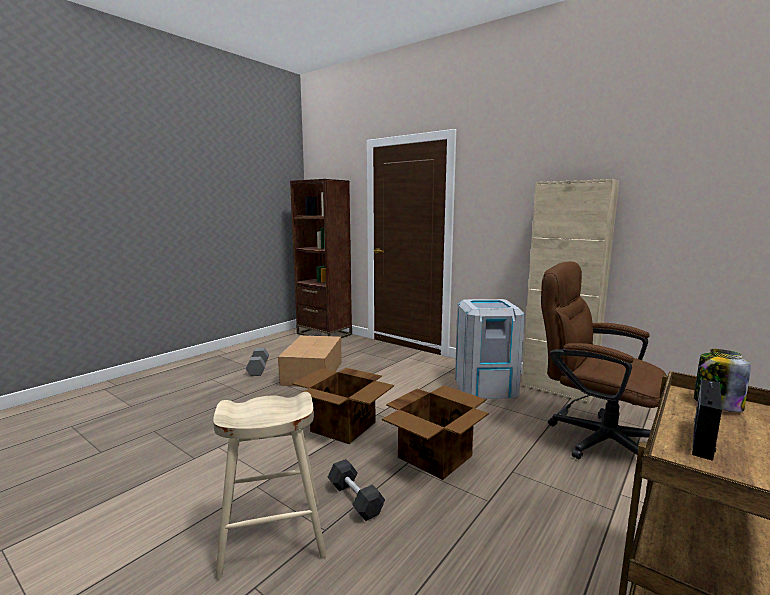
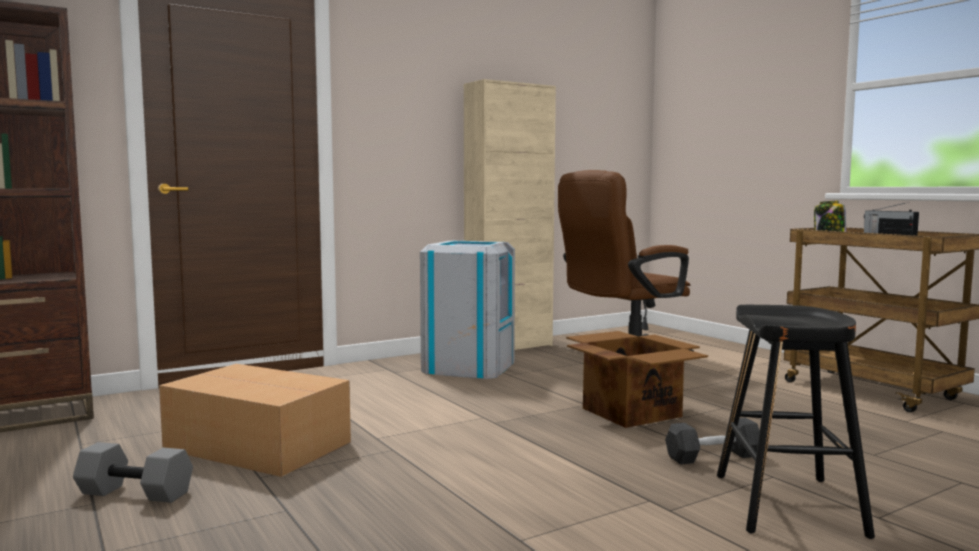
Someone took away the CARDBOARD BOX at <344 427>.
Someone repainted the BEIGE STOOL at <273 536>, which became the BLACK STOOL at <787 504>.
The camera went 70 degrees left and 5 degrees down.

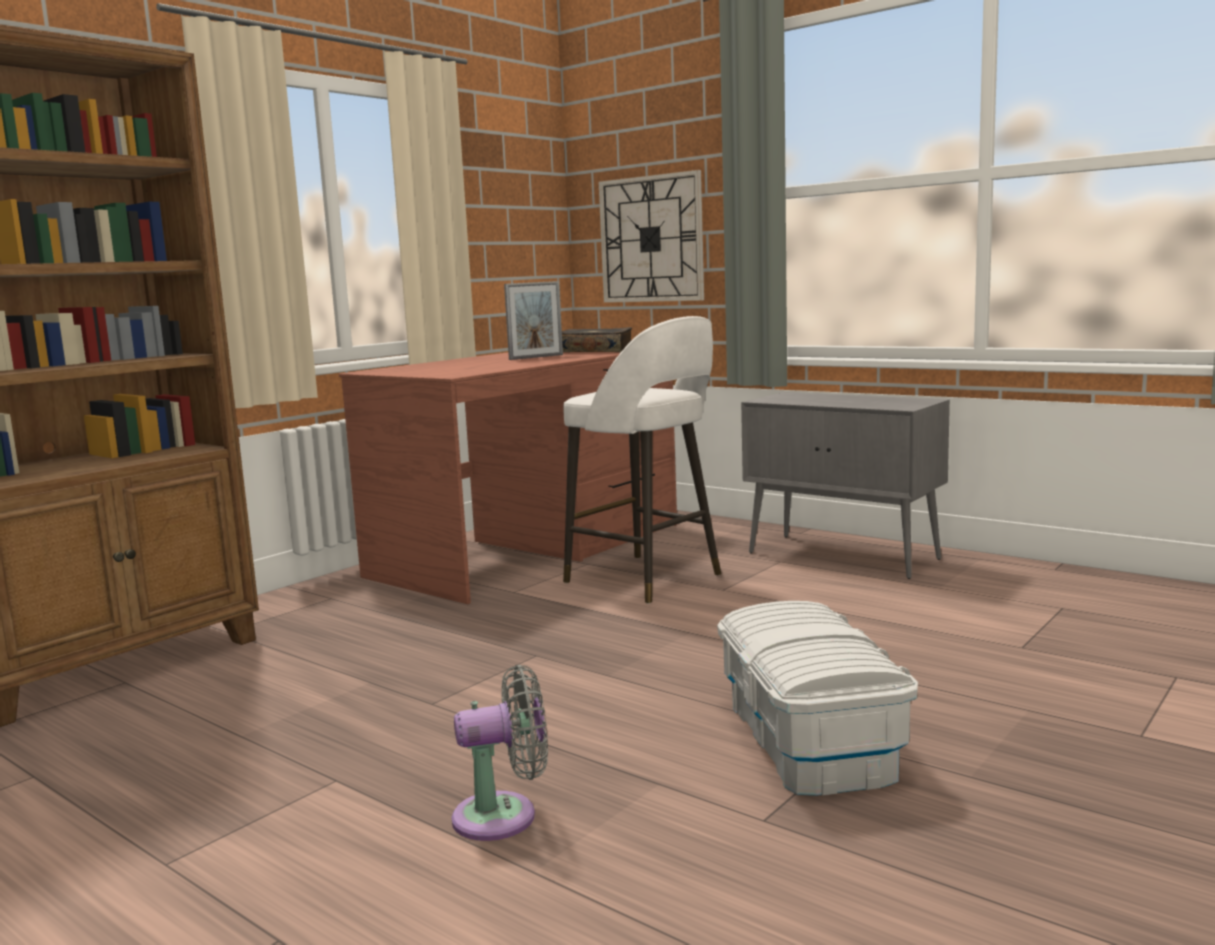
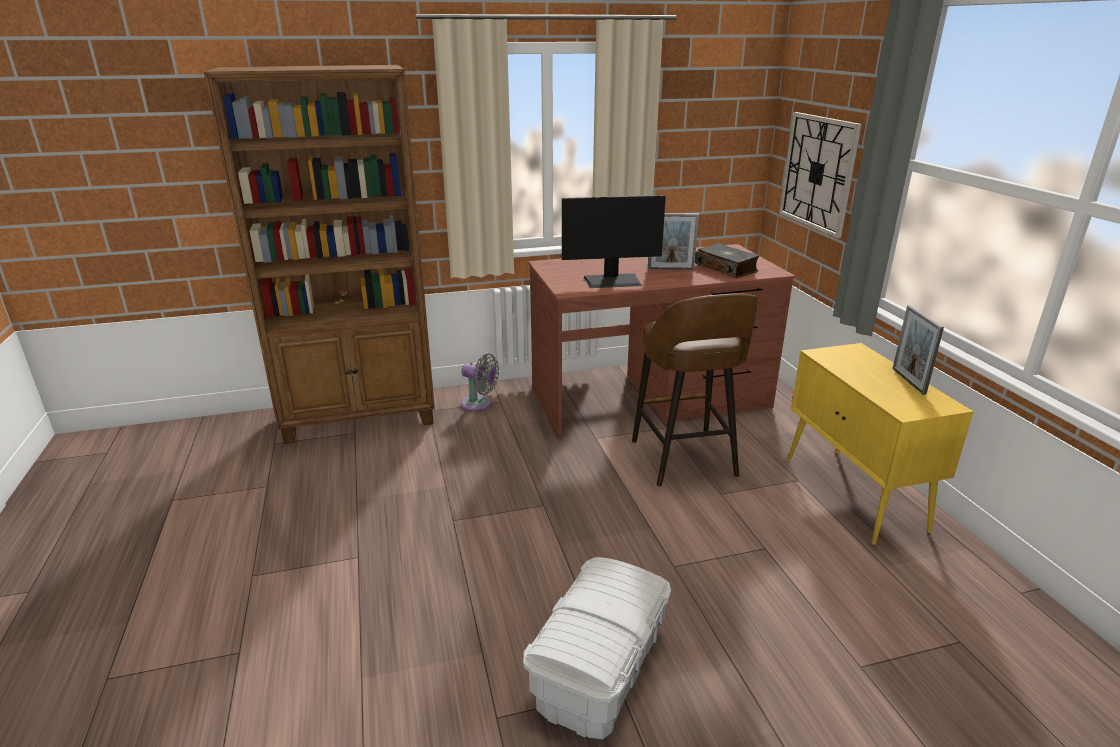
Someone repainted the WHITISH STOOL at <646 579>, which became the BROWNISH STOOL at <684 460>.
Someone repainted the GRAY CUPBOARD at <844 556>, which became the YELLOW-COLOURED CUPBOARD at <854 495>.
Someone carried the GRAY COOLING FAN from <504 816> to <479 404>.
Someone put down the COMPUTER DISPLAY at <613 281>.
Someone put down the STANDING FRAME at <908 381>.
The camera went 35 degrees right and 15 degrees up.

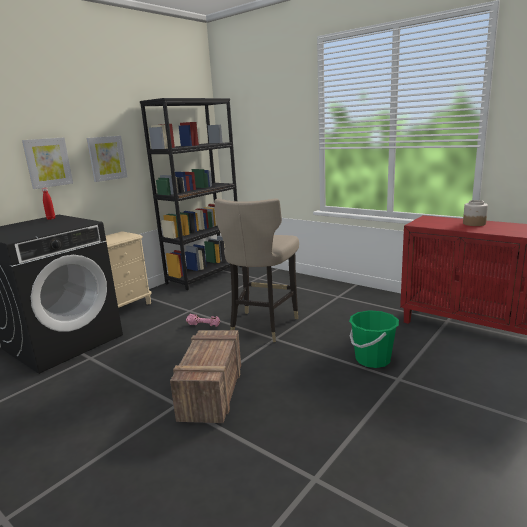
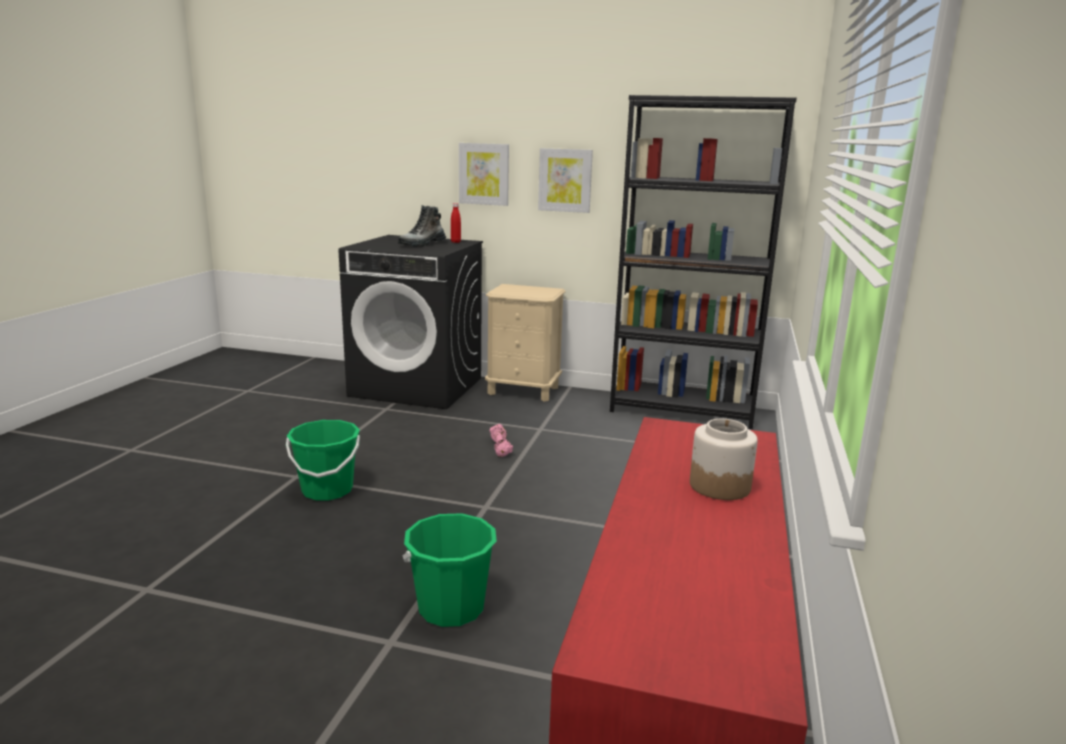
Someone took away the BEIGE STOOL at <262 325>.
Someone swapped the CRATE at <211 391> for the GREEN WATER BUCKET at <327 490>.
Someone put down the HIGH-TOP BOOT at <422 244>.
The camera went 65 degrees right and 0 degrees up.

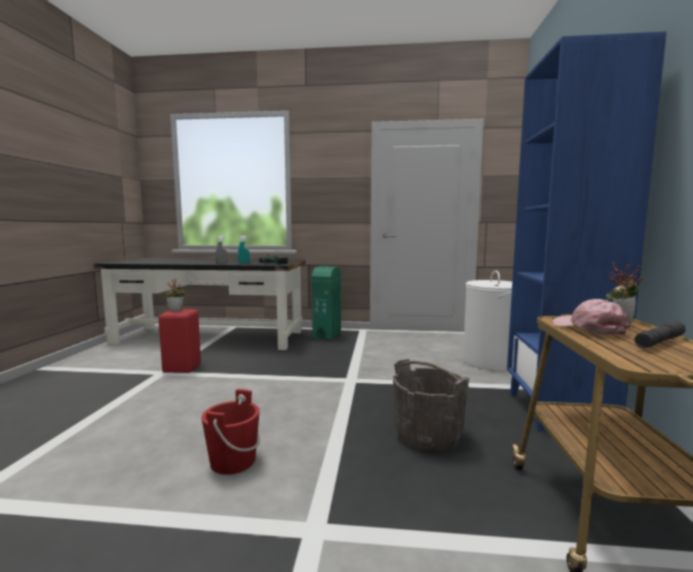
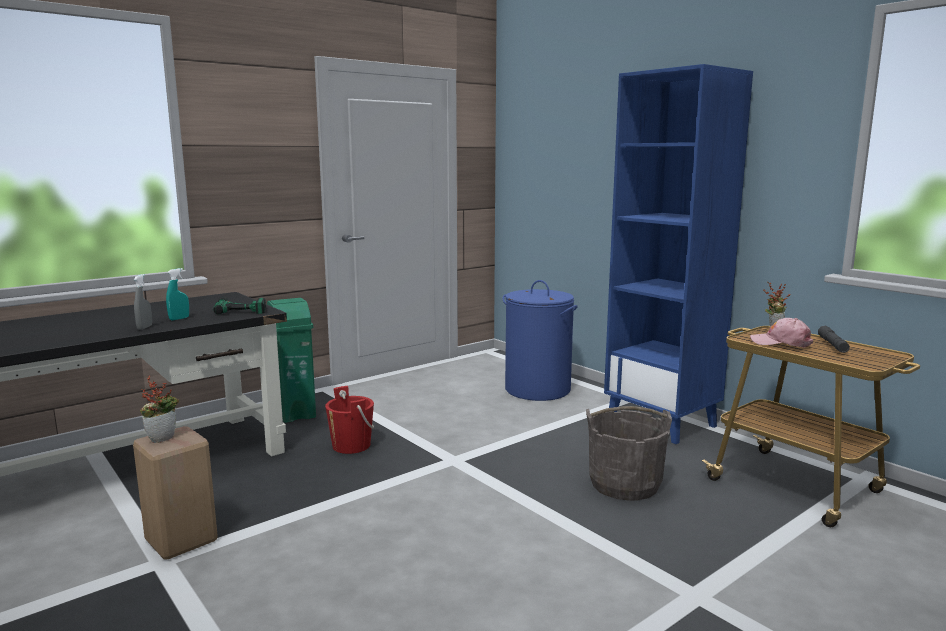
Someone repainted the WHITISH HAMPER at <490 362>, which became the BLUE HAMPER at <537 389>.
Someone repainted the RED-COLOURED STOOL at <181 368>, which became the BEIGE STOOL at <180 542>.
Someone carried the RED-COLOURED WATER BUCKET from <233 461> to <351 445>.
The camera went 45 degrees left and 5 degrees up.

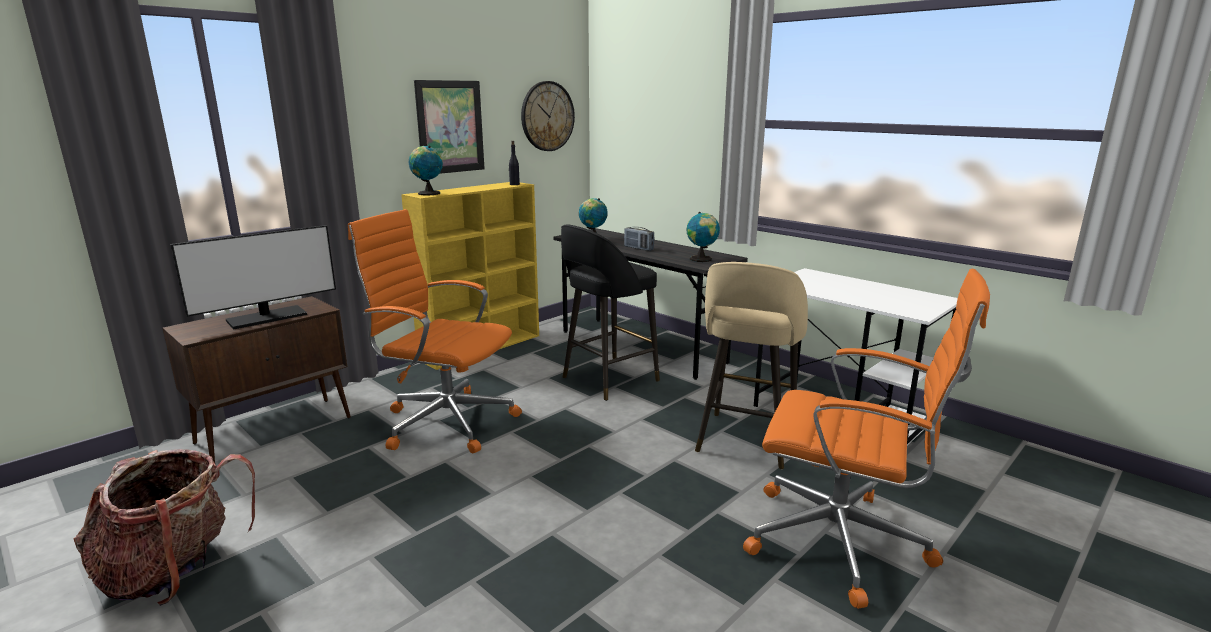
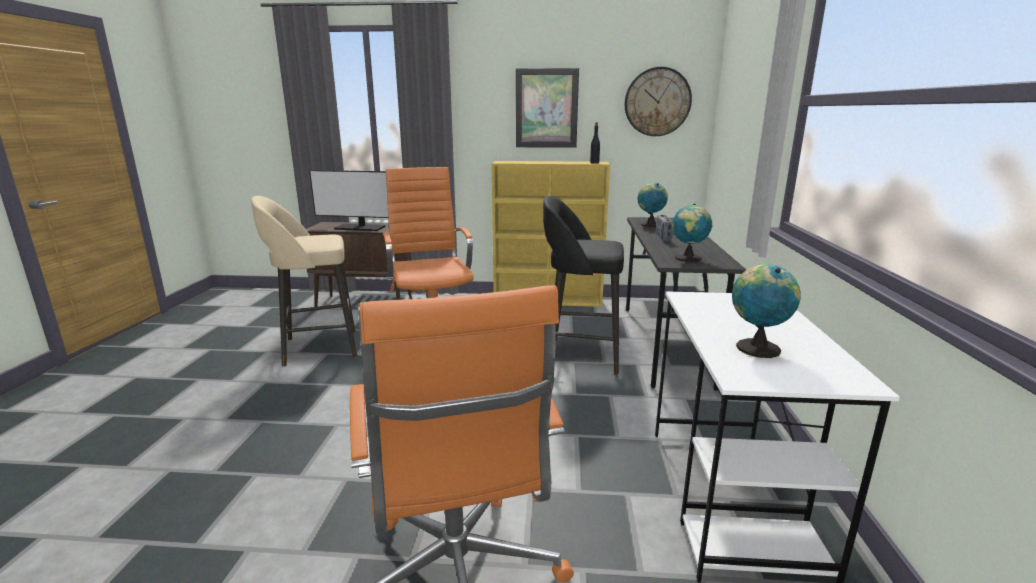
Someone carried the WORLD GLOBE from <427 193> to <756 347>.
Someone carried the BEIGE STOOL from <745 441> to <318 348>.
Someone took away the BACKPACK at <175 572>.
The camera went 50 degrees right and 0 degrees up.

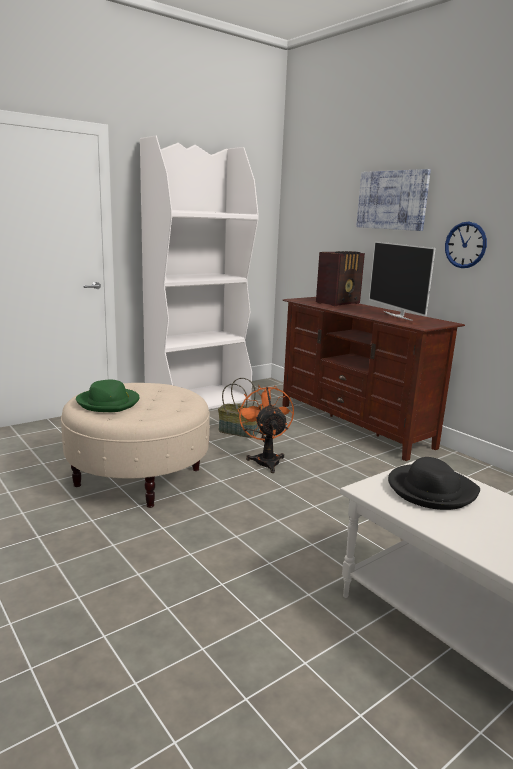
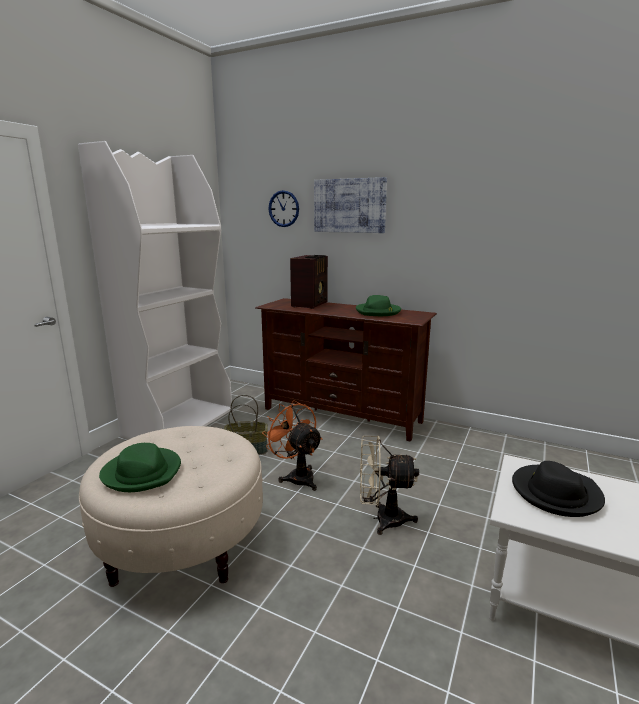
Someone carried the WALL CLOCK from <465 245> to <283 208>.
Someone swapped the TV SET at <398 316> for the GREEN HAT at <378 312>.
Someone put down the BEIGE COOLING FAN at <382 519>.
The camera went 25 degrees left and 0 degrees up.

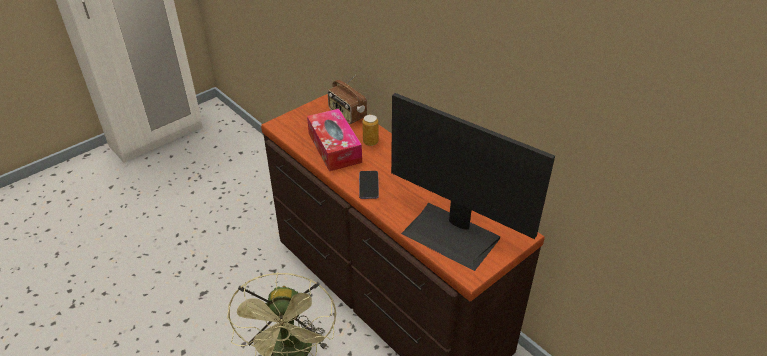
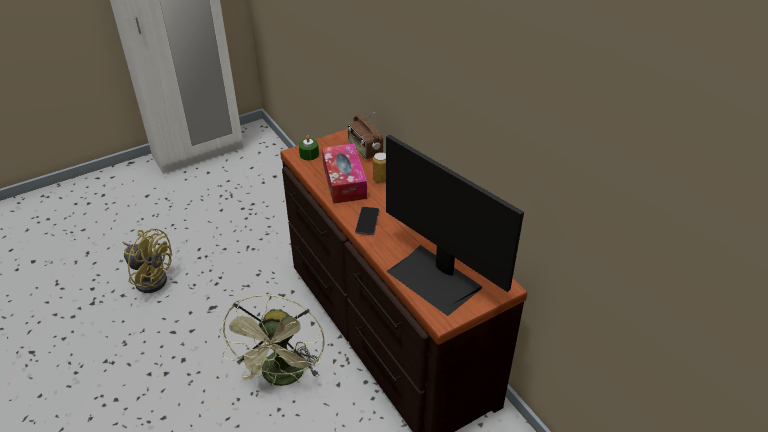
Someone put down the GREEN CANDLE at <309 154>.
Someone put down the YELLOW-COLOURED COOLING FAN at <151 277>.
The camera went 10 degrees right and 0 degrees up.

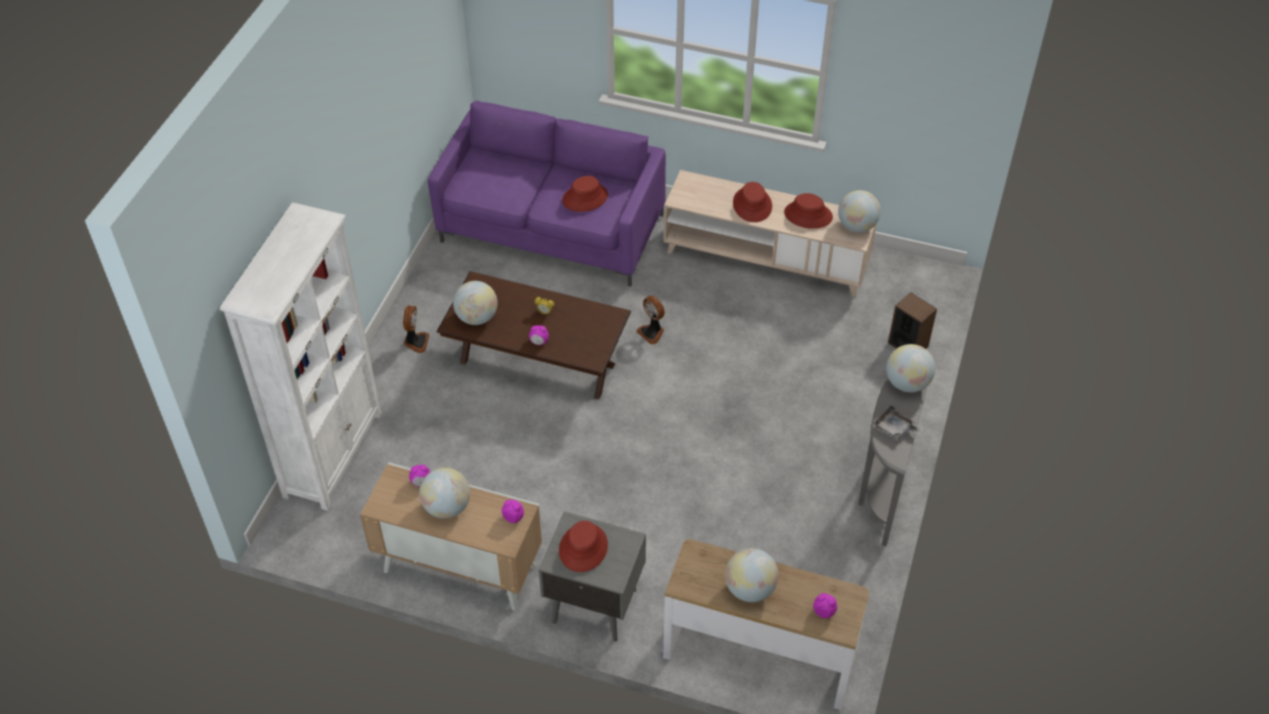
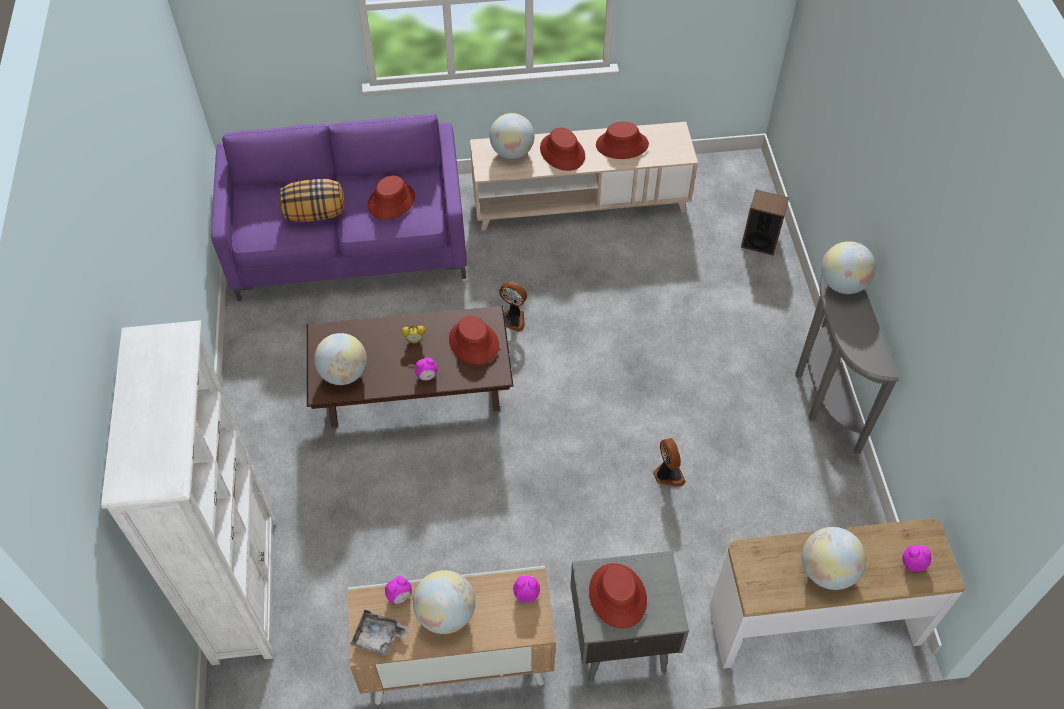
Someone carried the WORLD GLOBE from <857 226> to <512 152>.
Someone carried the COOLING FAN from <416 342> to <667 474>.
Someone carried the GRAY TRAY from <894 428> to <379 636>.
Someone put down the PILLOW at <315 213>.
Someone put down the RED-COLOURED HAT at <473 342>.
The camera went 25 degrees left and 5 degrees up.

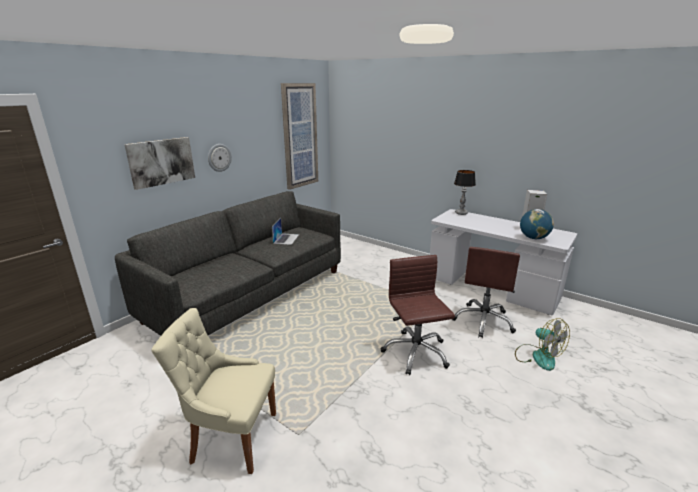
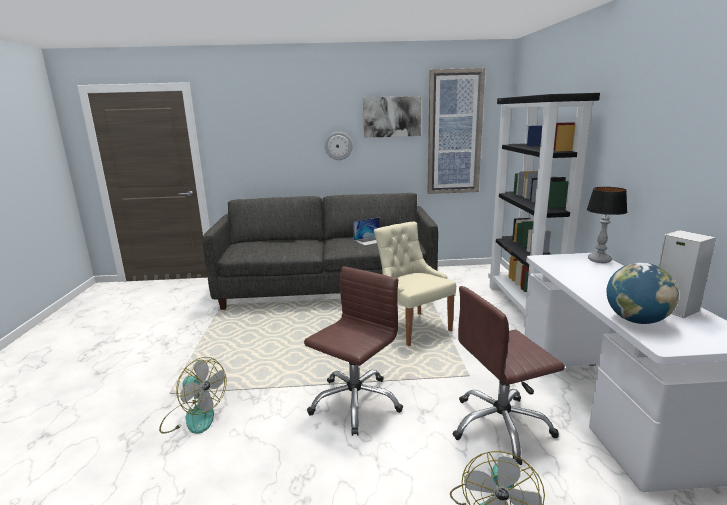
Someone carried the PICTURE from <161 162> to <392 117>.
Someone carried the BEIGE PLAIN CHAIR from <231 437> to <413 327>.
Someone put down the BLACK BOOKSHELF at <524 306>.
Someone put down the COOLING FAN at <193 416>.
The camera went 50 degrees right and 5 degrees down.

